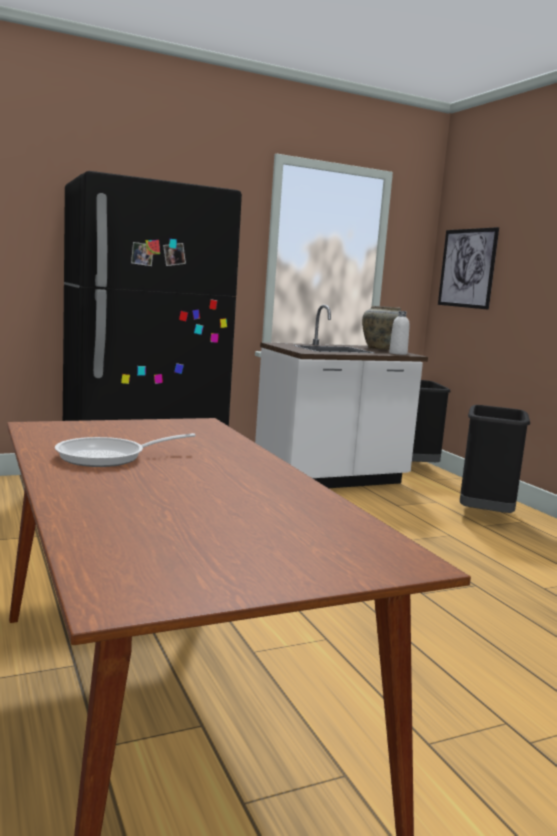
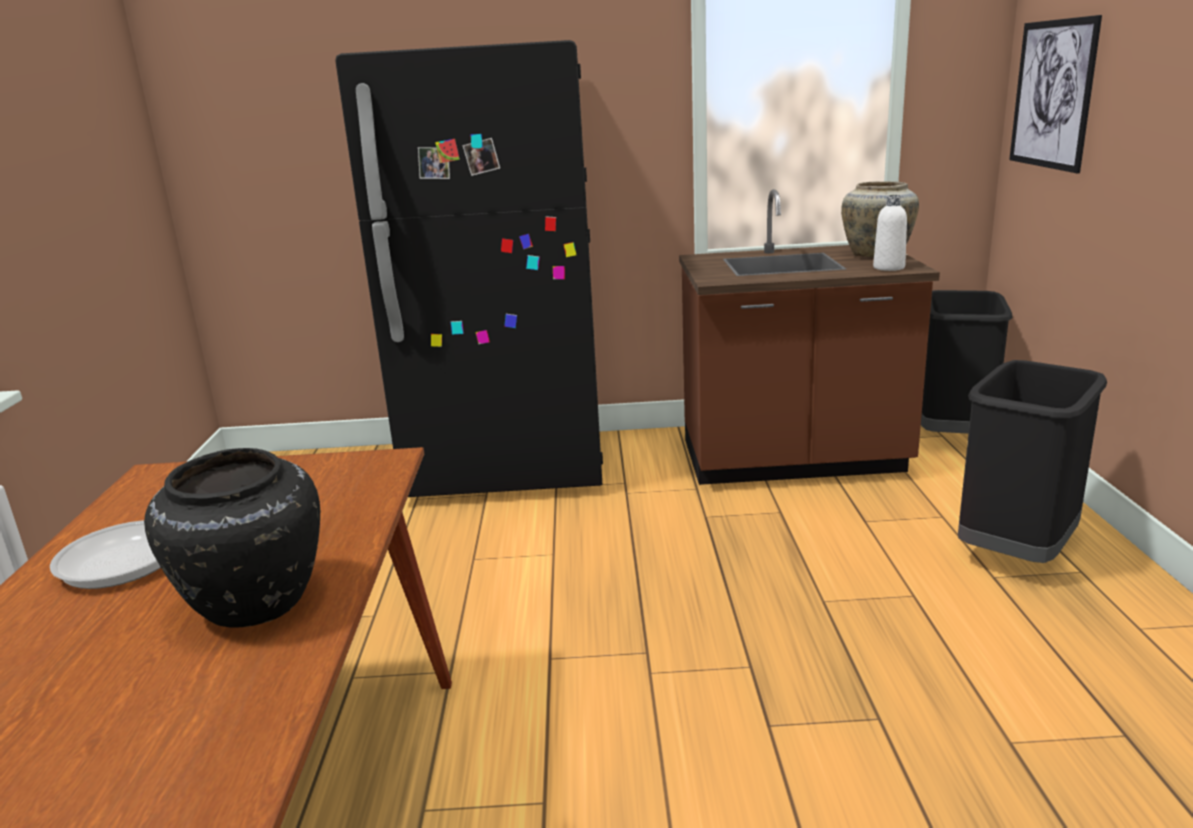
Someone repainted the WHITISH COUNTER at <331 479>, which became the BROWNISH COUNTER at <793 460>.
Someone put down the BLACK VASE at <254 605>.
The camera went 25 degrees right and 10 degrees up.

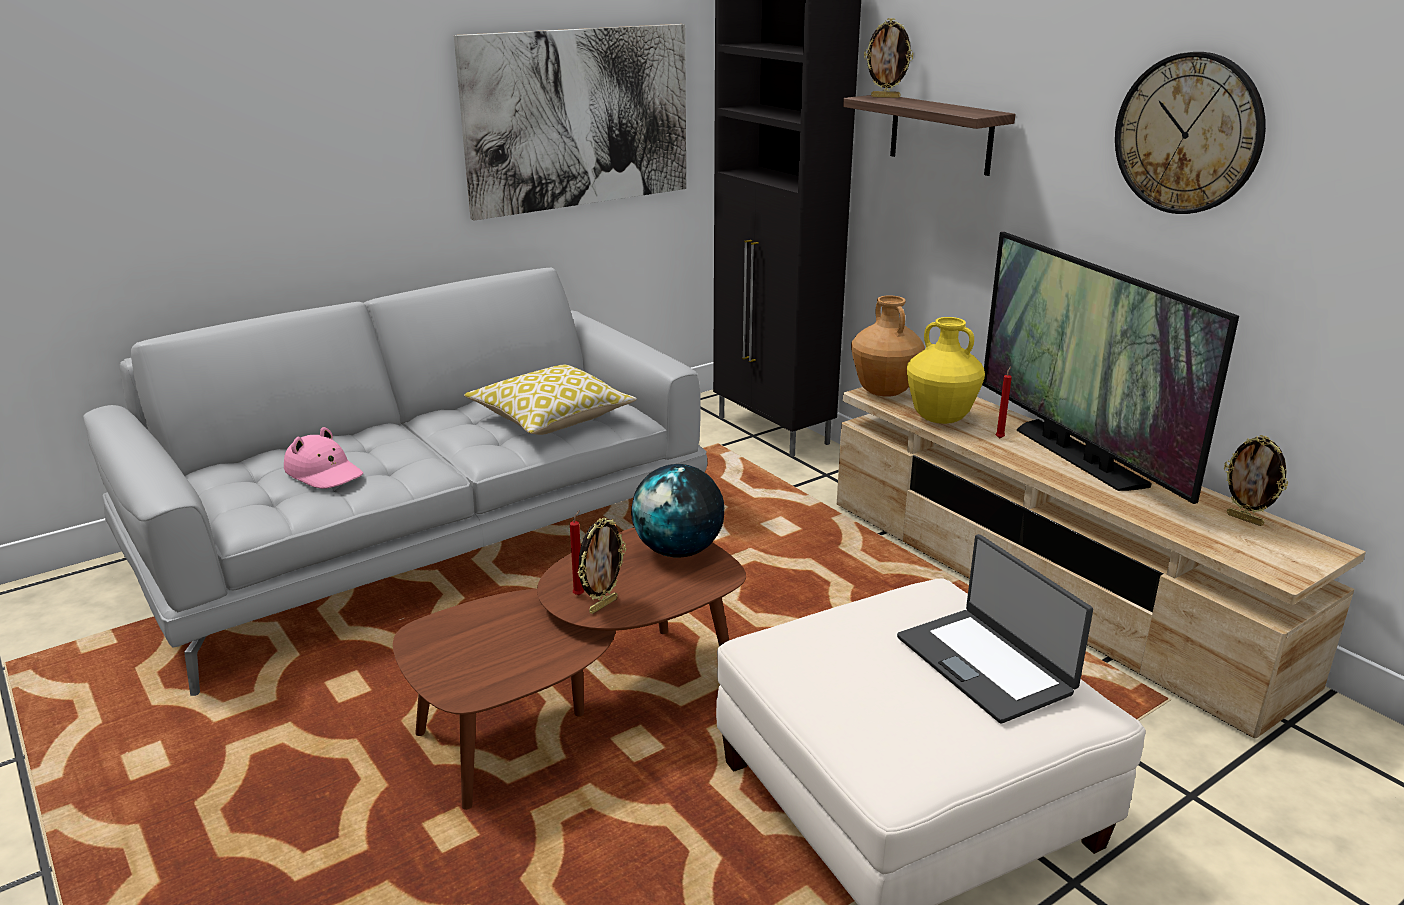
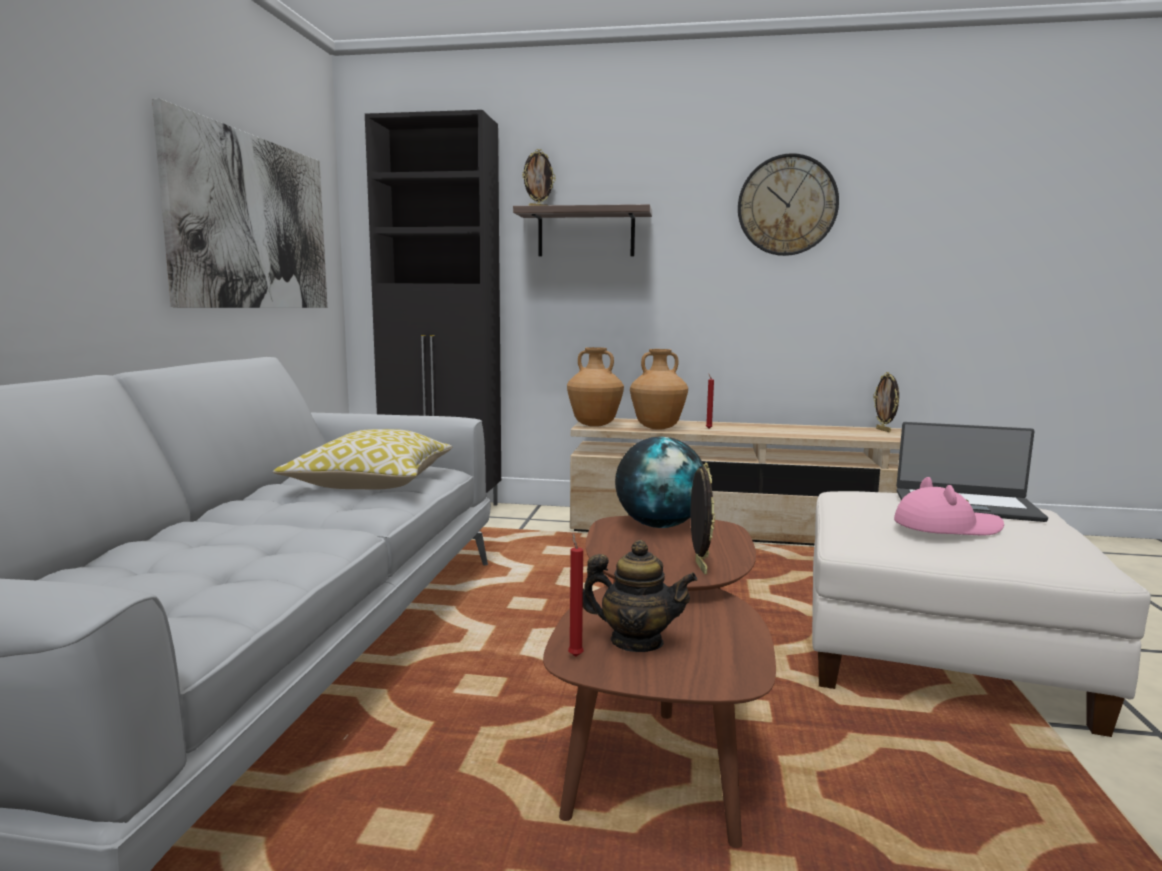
Someone took away the TV SET at <1077 456>.
Someone repainted the YELLOW-COLOURED VASE at <941 419>, which became the BROWNISH VASE at <658 428>.
Someone carried the PINK-COLOURED HAT from <324 472> to <946 527>.
Someone rotated the STANDING FRAME at <1245 519> by 75 degrees clockwise.
Someone carried the RED-COLOURED CANDLE from <579 594> to <575 655>.
Someone put down the TEAPOT at <636 642>.
The camera went 45 degrees left and 15 degrees down.

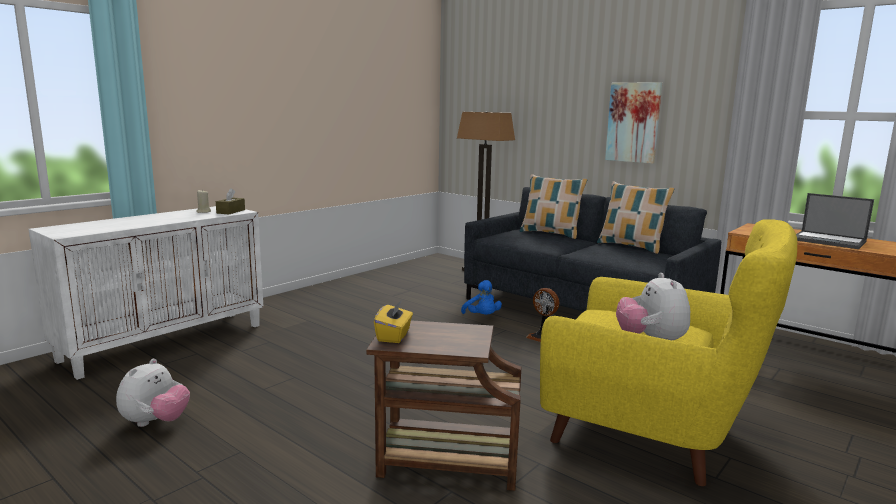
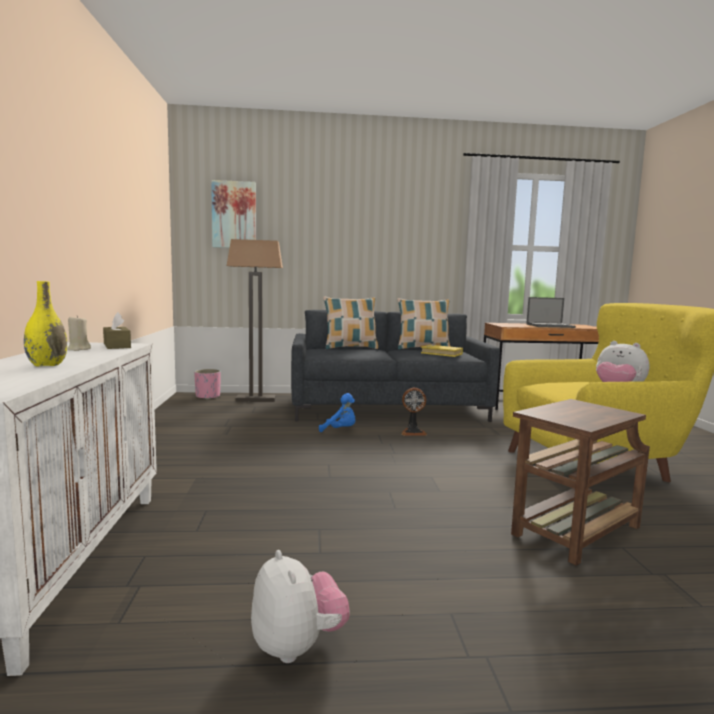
Someone carried the PICTURE from <633 122> to <234 215>.
Someone took away the YELLOW-COLOURED BOX OF TISSUES at <394 336>.
Someone put down the YELLOW-COLOURED VASE at <47 365>.
Someone put down the YELLOW-COLOURED VOLUME at <442 354>.
Someone put down the PINK-COLOURED PLANT POT at <207 397>.
The camera went 45 degrees left and 5 degrees down.

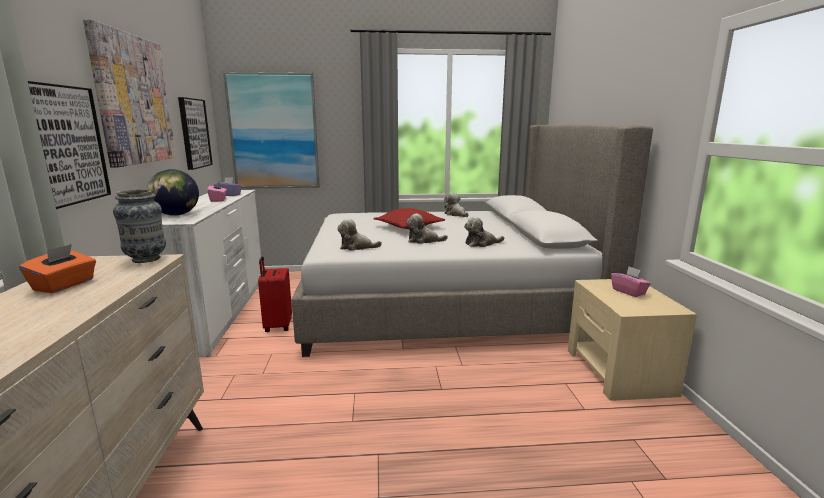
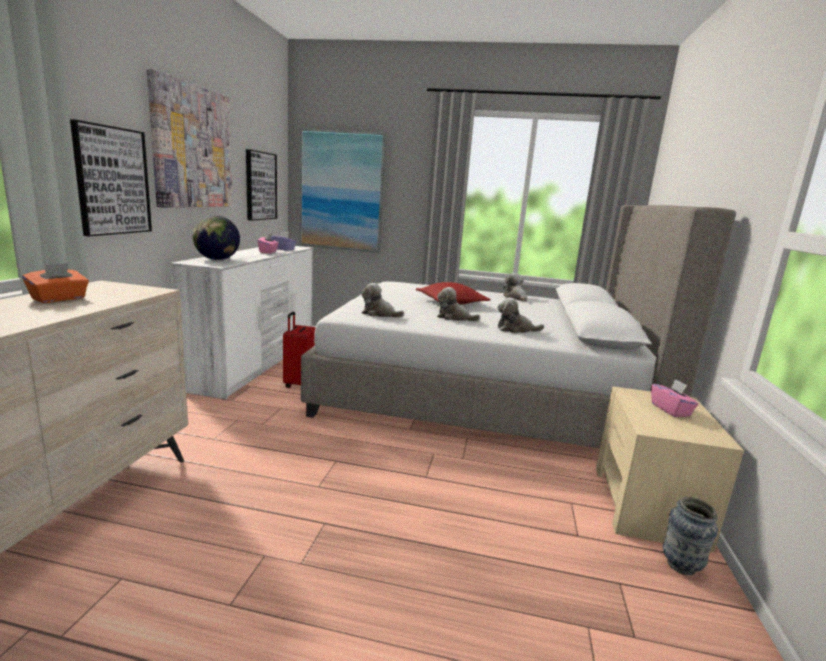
Someone carried the VASE from <146 259> to <681 566>.
The camera went 15 degrees right and 0 degrees up.

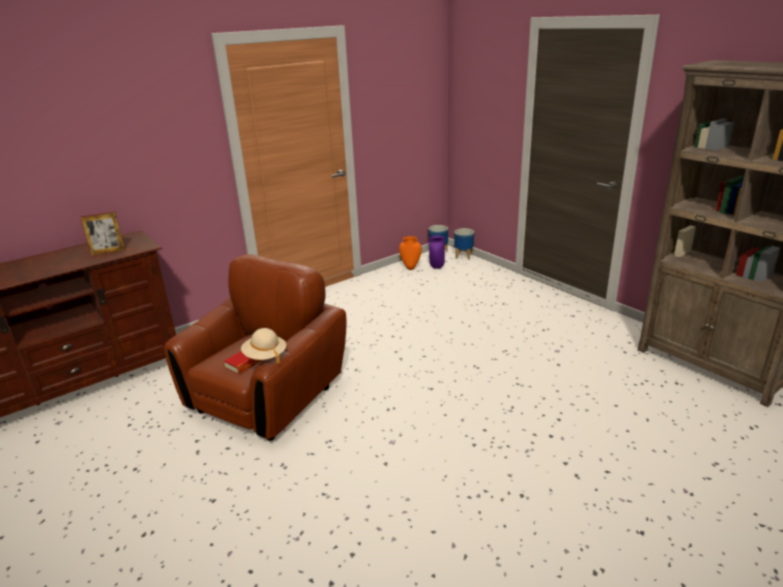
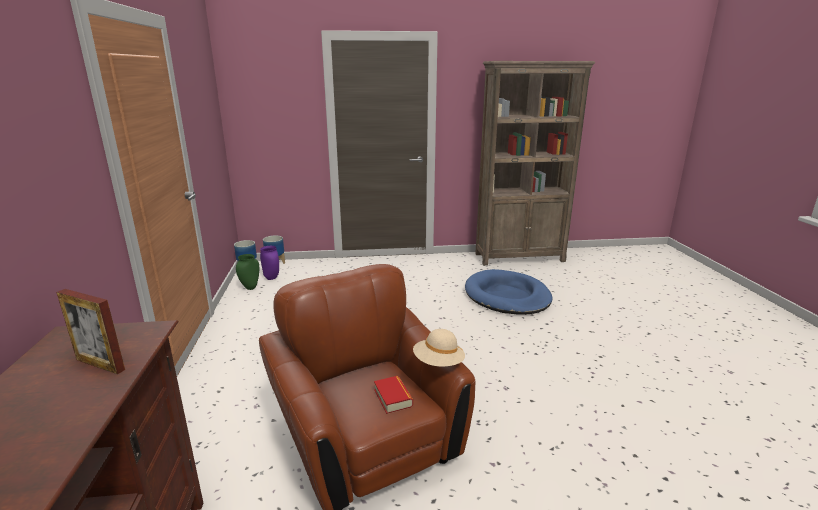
Someone rotated the STANDING FRAME at <108 252> by 105 degrees clockwise.
Someone repainted the ORANGE VASE at <410 268>, which became the GREEN VASE at <250 288>.
Someone put down the BLUE DOG BED at <507 296>.
The camera went 60 degrees left and 5 degrees down.

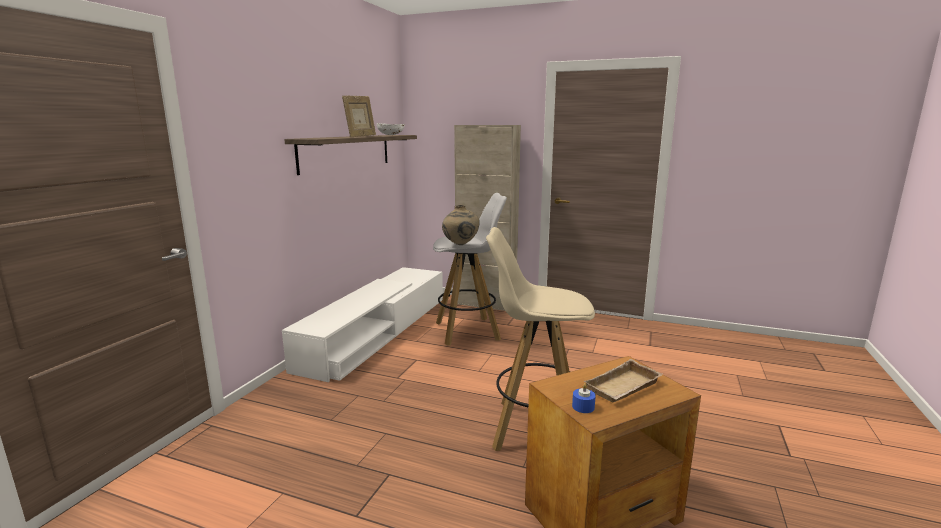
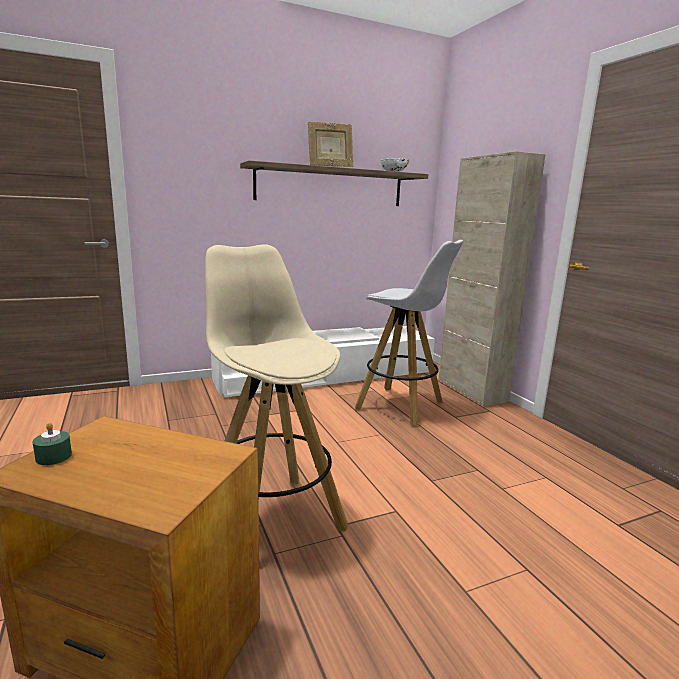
Someone took away the BEIGE VASE at <460 245>.
Someone took away the BEIGE TRAY at <624 388>.
Someone repainted the BLUE CANDLE at <583 407>, which became the GREEN CANDLE at <53 456>.
The camera went 45 degrees right and 0 degrees up.

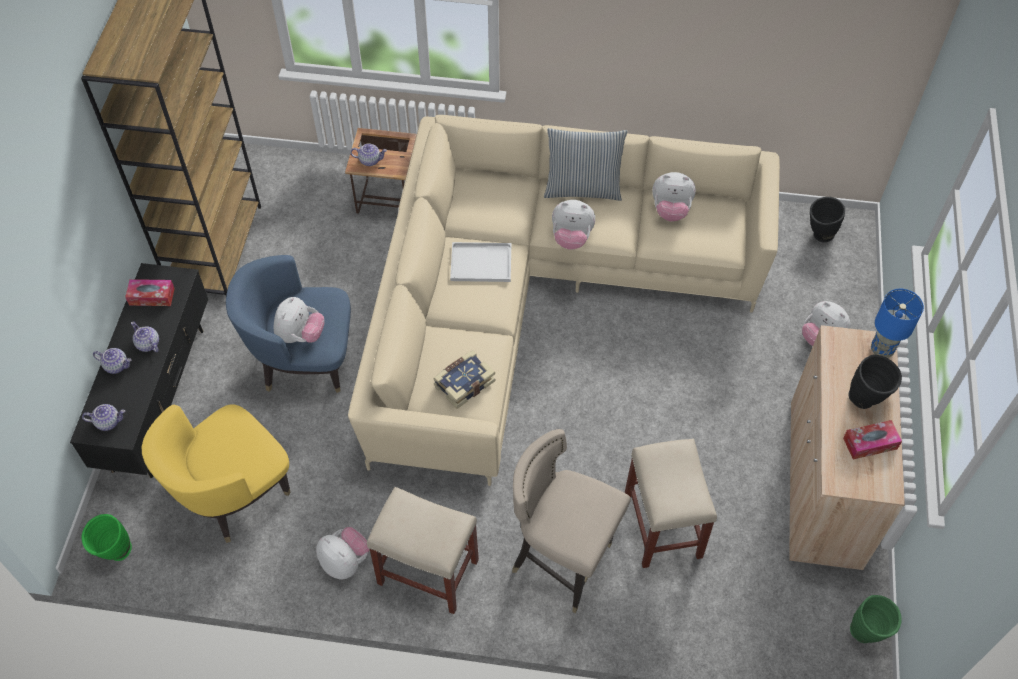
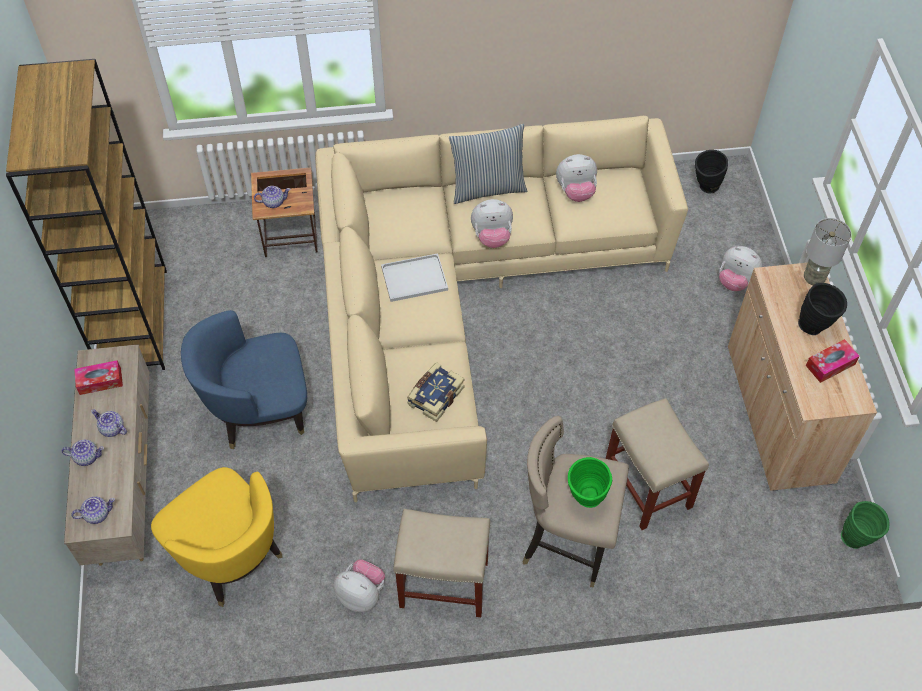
Someone repainted the BLACK TV UNIT at <160 399>, which became the BEIGE TV UNIT at <126 482>.
Someone repainted the BLUE TABLETOP LAMP at <881 349>, which became the GRAY TABLETOP LAMP at <813 278>.
Someone took away the CUDDLY TOY at <300 335>.
Someone rotated the YELLOW-COLOURED ARMCHAIR at <233 494> by 75 degrees counterclockwise.
Someone carried the GREEN VASE from <114 553> to <585 501>.
The camera went 15 degrees left and 0 degrees up.

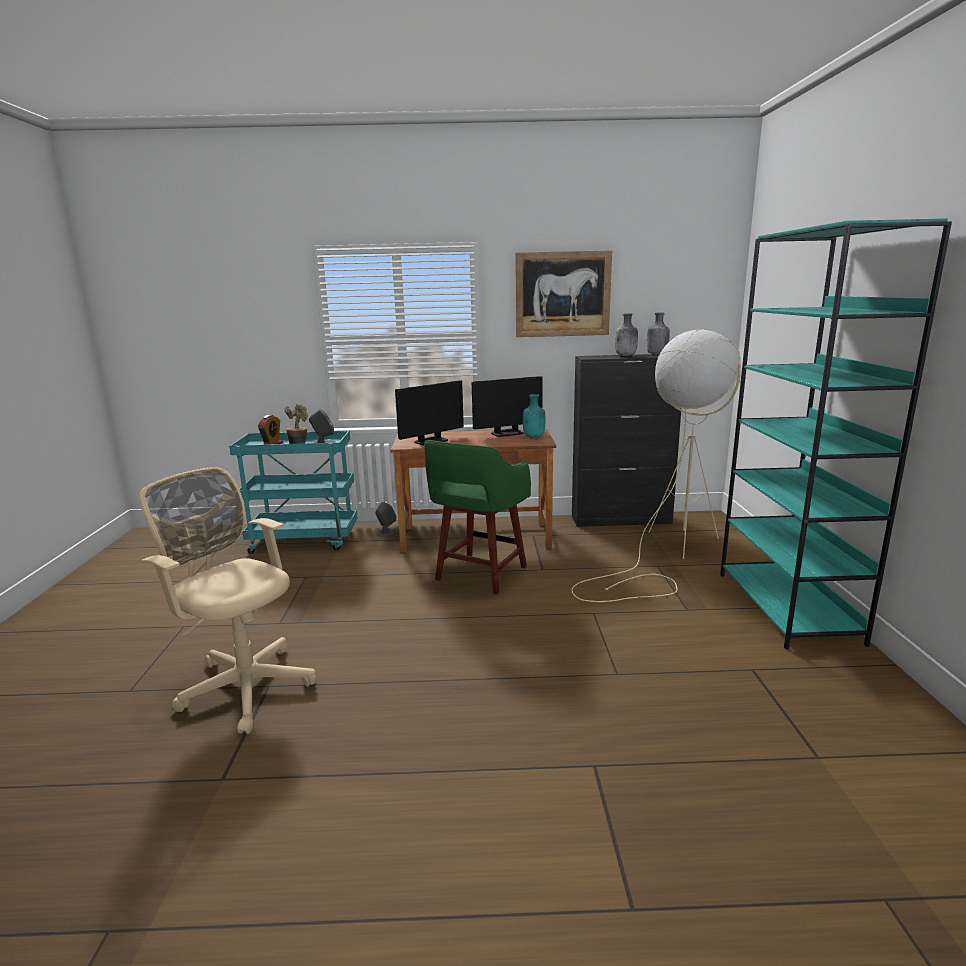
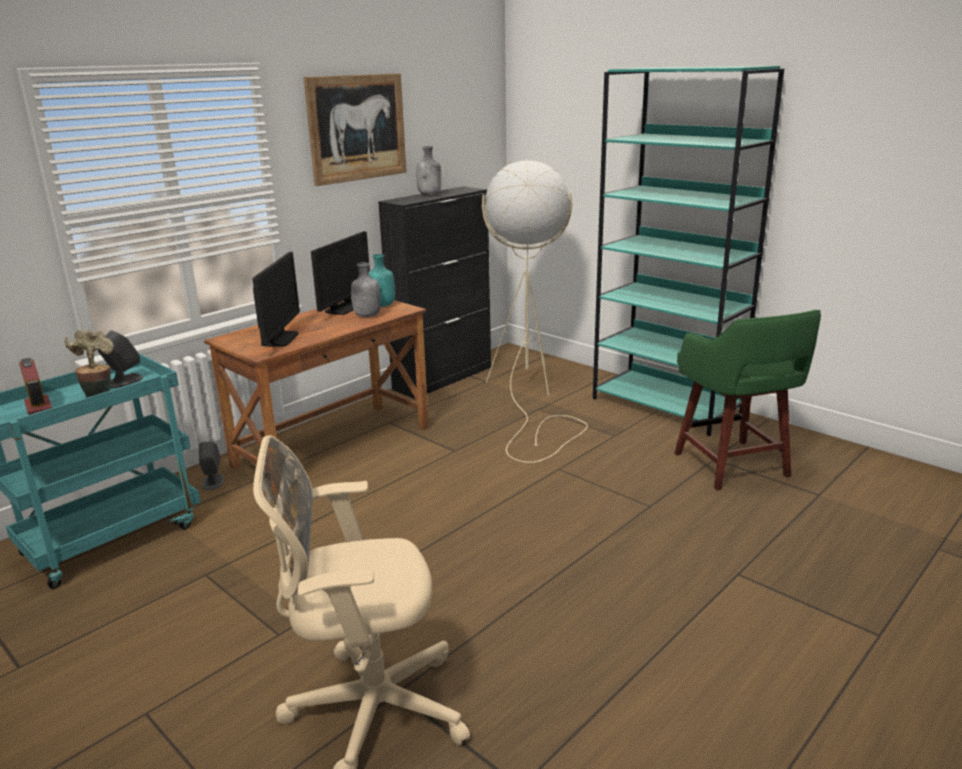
Someone carried the GRAY BEVERAGE BOTTLE from <656 354> to <366 316>.
Someone carried the GREEN STOOL from <480 575> to <733 466>.
The camera went 45 degrees left and 5 degrees up.

